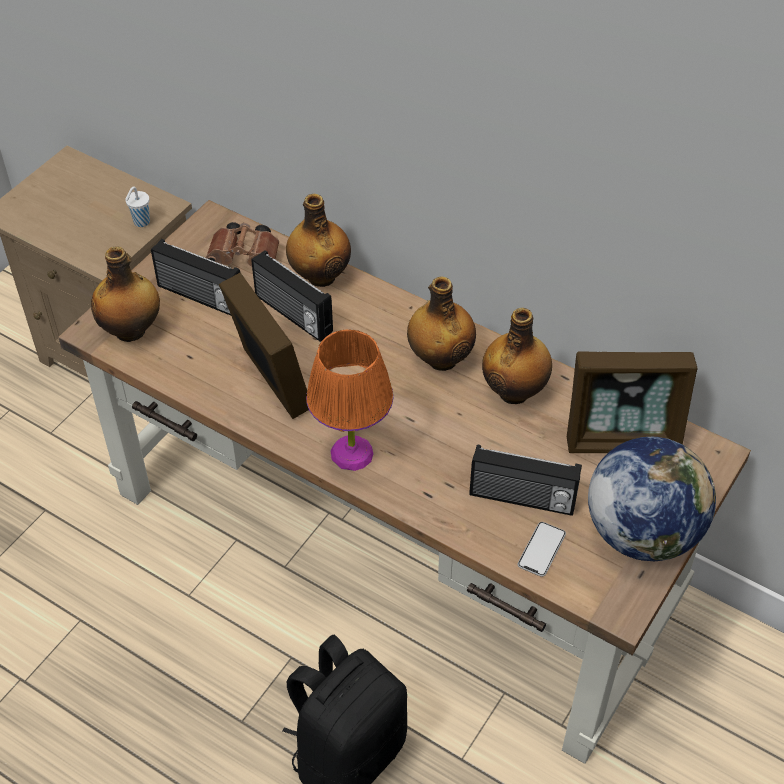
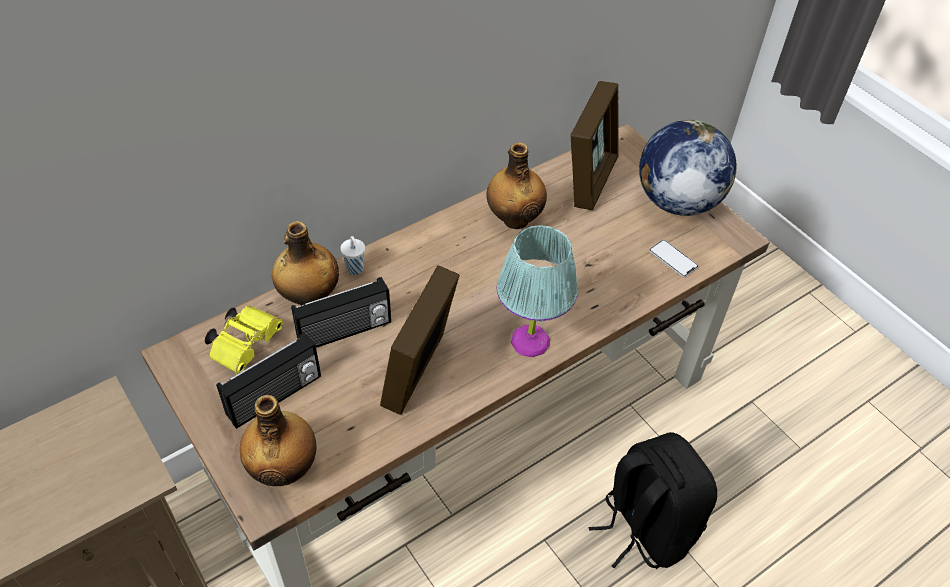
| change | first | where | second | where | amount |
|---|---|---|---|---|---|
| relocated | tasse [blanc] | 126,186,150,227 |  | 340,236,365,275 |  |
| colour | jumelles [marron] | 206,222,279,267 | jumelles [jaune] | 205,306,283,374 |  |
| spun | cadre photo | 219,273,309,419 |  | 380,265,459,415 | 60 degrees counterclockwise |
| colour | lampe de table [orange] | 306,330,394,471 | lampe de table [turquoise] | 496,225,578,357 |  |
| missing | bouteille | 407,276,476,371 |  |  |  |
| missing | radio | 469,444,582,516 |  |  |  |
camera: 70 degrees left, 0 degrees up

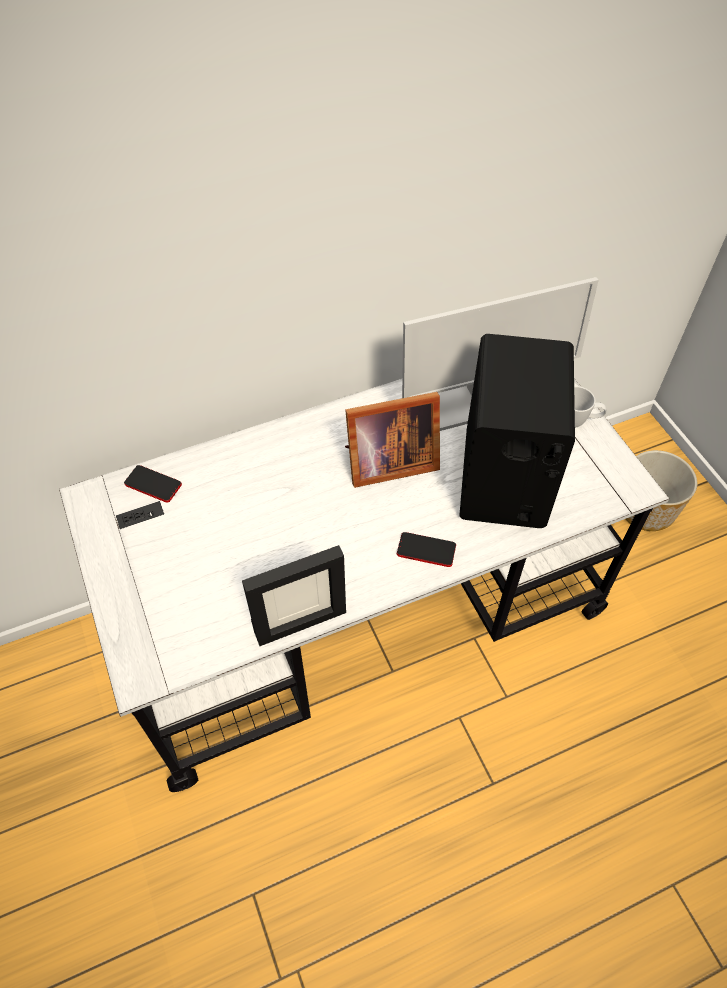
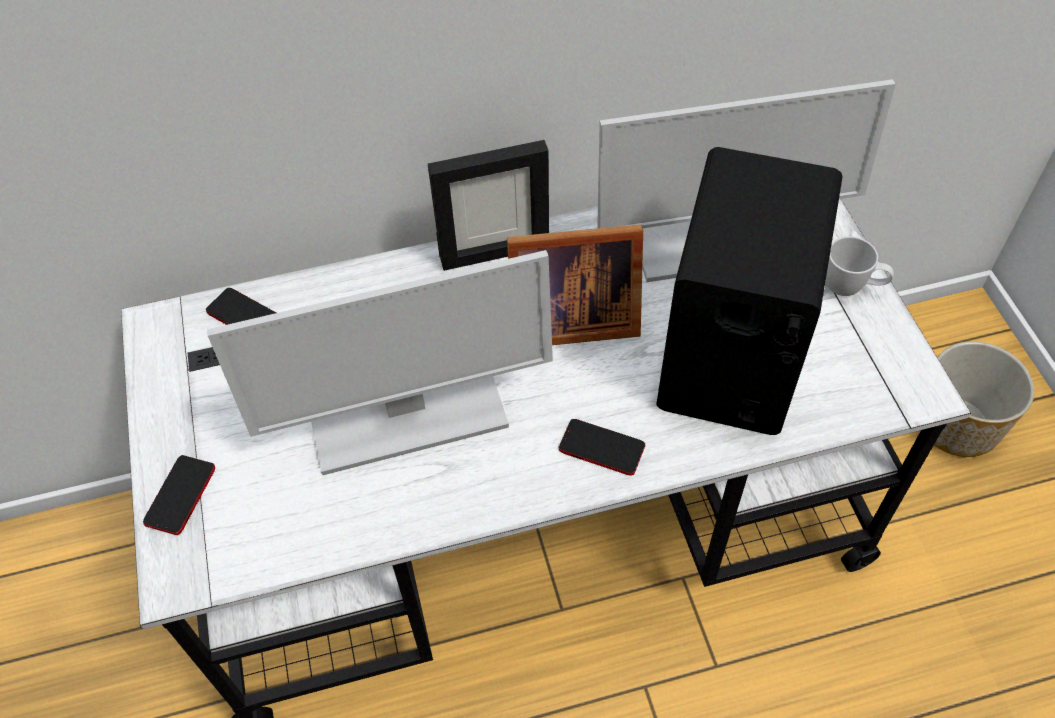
| change | first | where | second | where | amount |
|---|---|---|---|---|---|
| relocated | cadre photo | 242,545,346,646 |  | 428,140,549,271 |  |
| appeared |  |  | téléphone | 143,455,215,535 |  |
| appeared |  |  | écran d'ordinateur | 207,250,553,475 |  |
camera: 10 degrees right, 0 degrees up

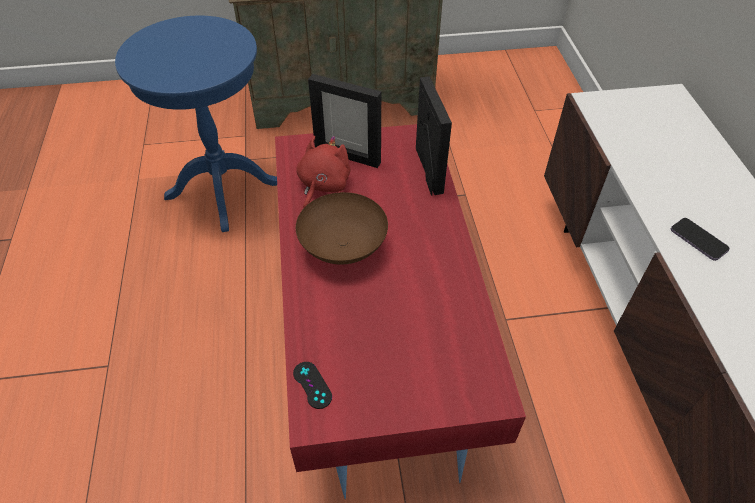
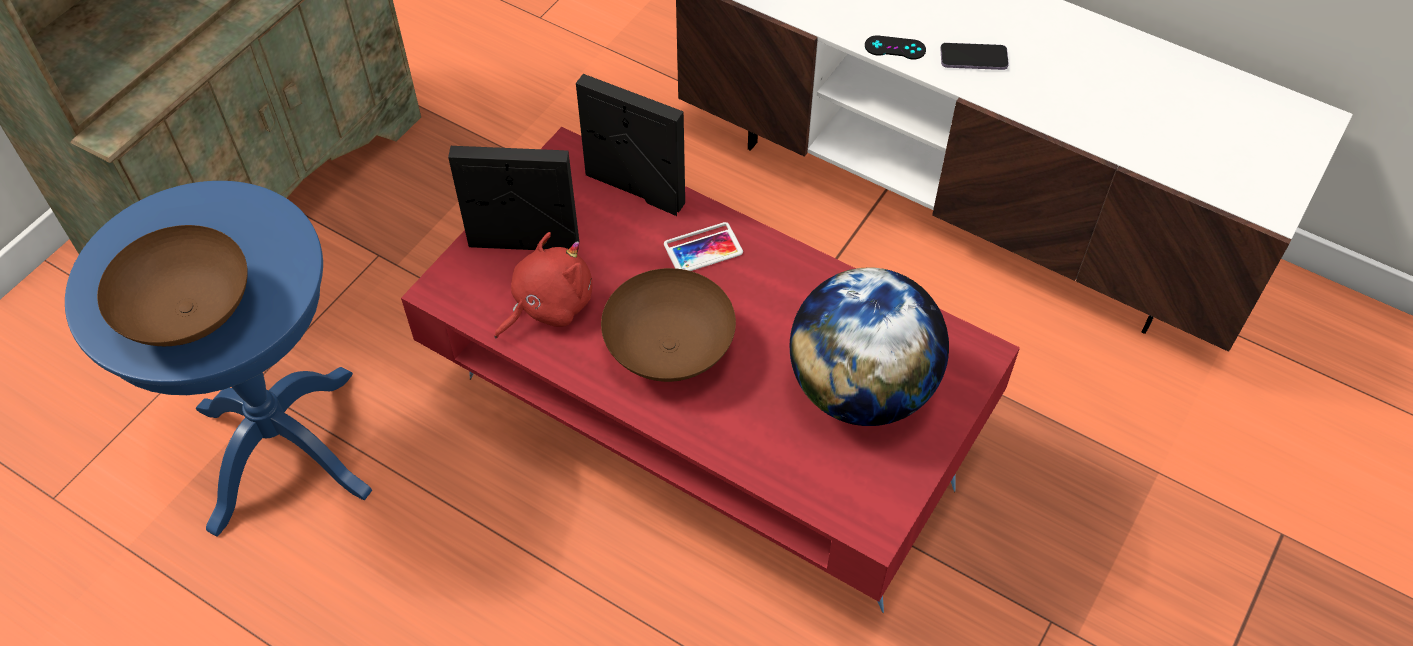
| change | first | where | second | where | amount |
|---|---|---|---|---|---|
| relocated | manette [noir] | 293,362,332,409 |  | 865,36,926,59 |  |
| spun | peluche [rouge] | 296,136,351,208 |  | 494,232,592,338 | 75 degrees clockwise |
| spun | cadre photo | 308,74,381,168 |  | 448,146,579,250 | 150 degrees counterclockwise |
| appeared |  |  | bol [marron] | 97,225,248,346 |  |
| appeared |  |  | téléphone | 664,222,743,271 |  |
| appeared |  |  | globe | 790,267,949,426 |  |
camera: 50 degrees left, 5 degrees up

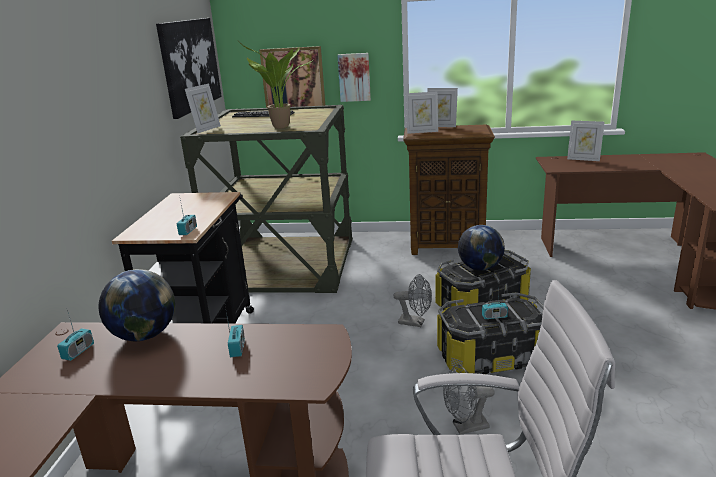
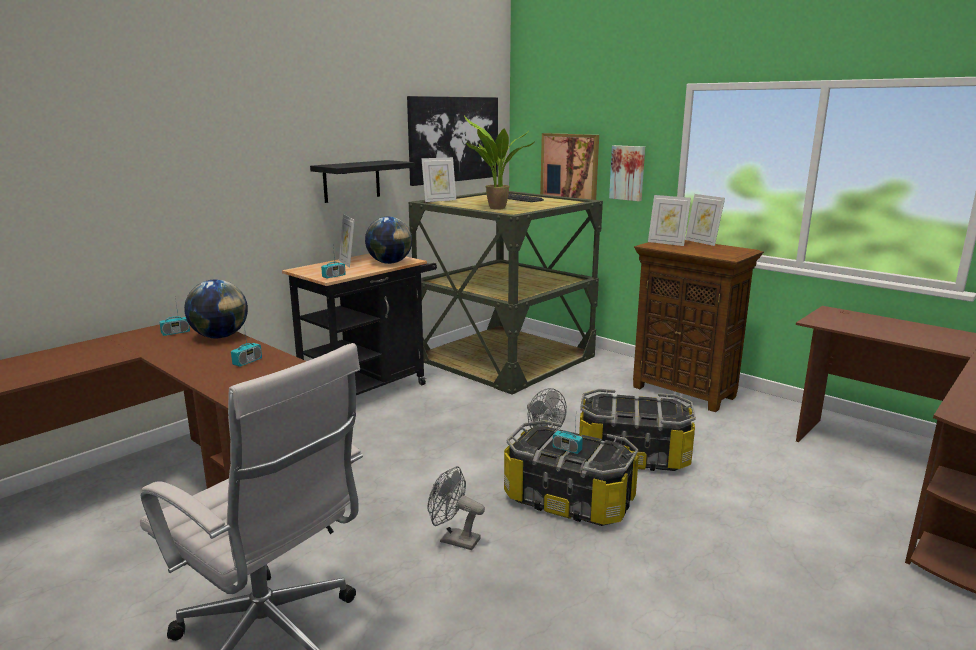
| change | first | where | second | where | amount |
|---|---|---|---|---|---|
| relocated | globe | 458,225,505,271 |  | 365,217,412,264 |  |
| relocated | cadre photo | 567,121,605,161 |  | 339,214,355,268 |  |
| appeared |  |  | étagère [noir] | 310,160,415,203 |  |
camera: 35 degrees right, 5 degrees down

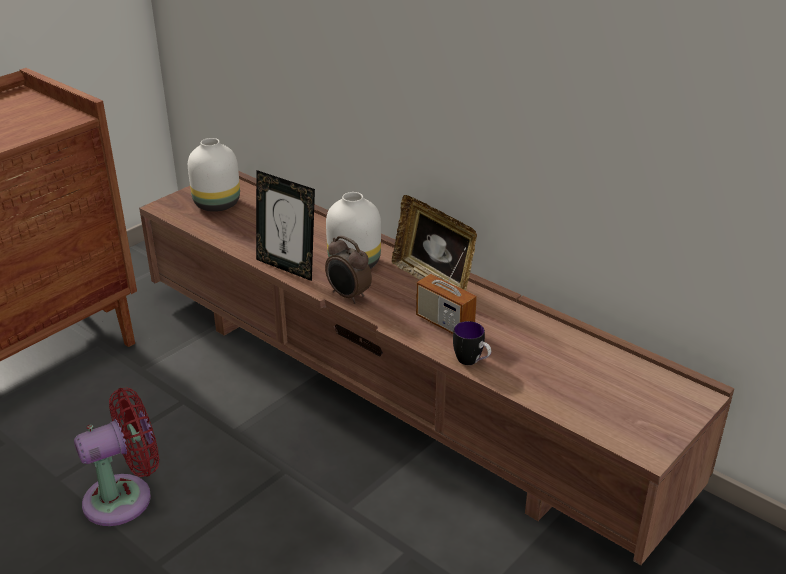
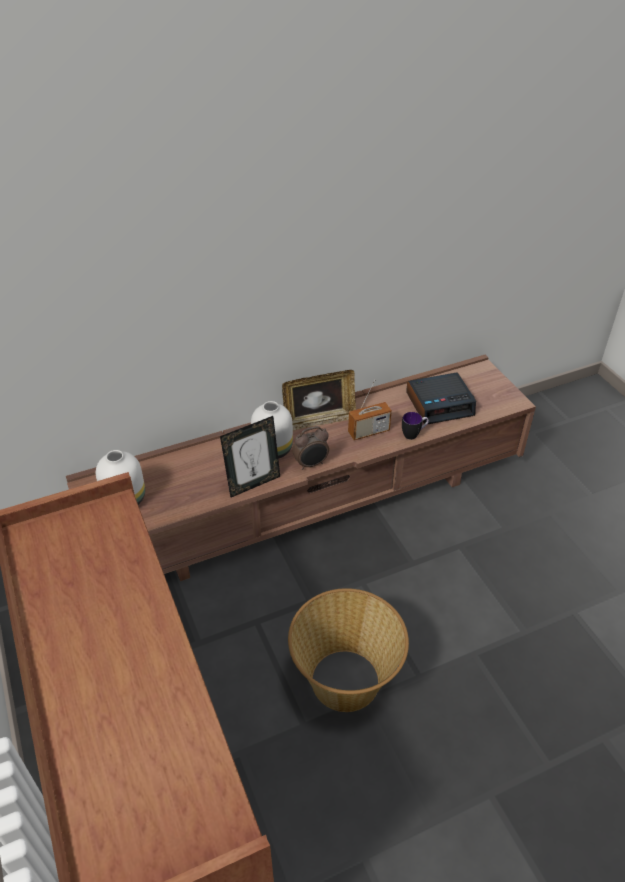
| change | first | where | second | where | amount |
|---|---|---|---|---|---|
| exchanged | ventilateur [rouge] | 74,387,159,526 | panier | 288,588,409,712 |  |
| appeared |  |  | réveil | 406,373,476,425 |  |
camera: 65 degrees left, 10 degrees up

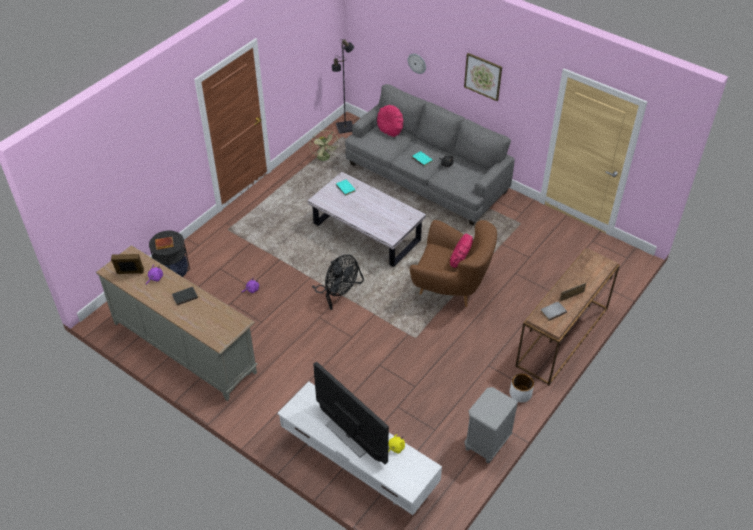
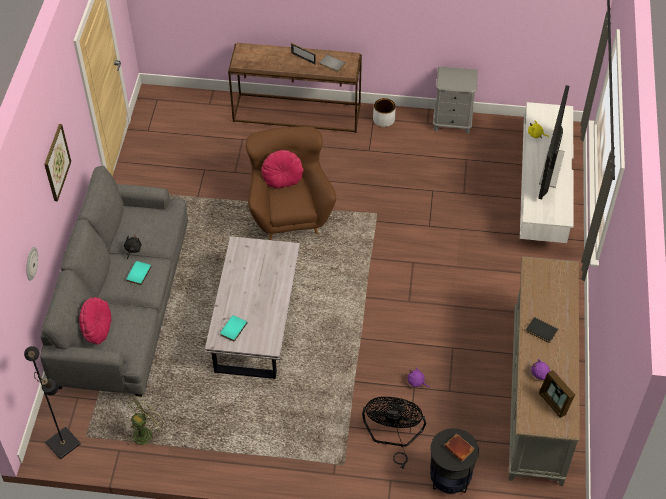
| change | first | where | second | where | amount |
|---|---|---|---|---|---|
| relocated | ventilateur [noir] | 312,255,364,310 |  | 362,397,426,469 |  |
camera: 120 degrees left, 5 degrees up

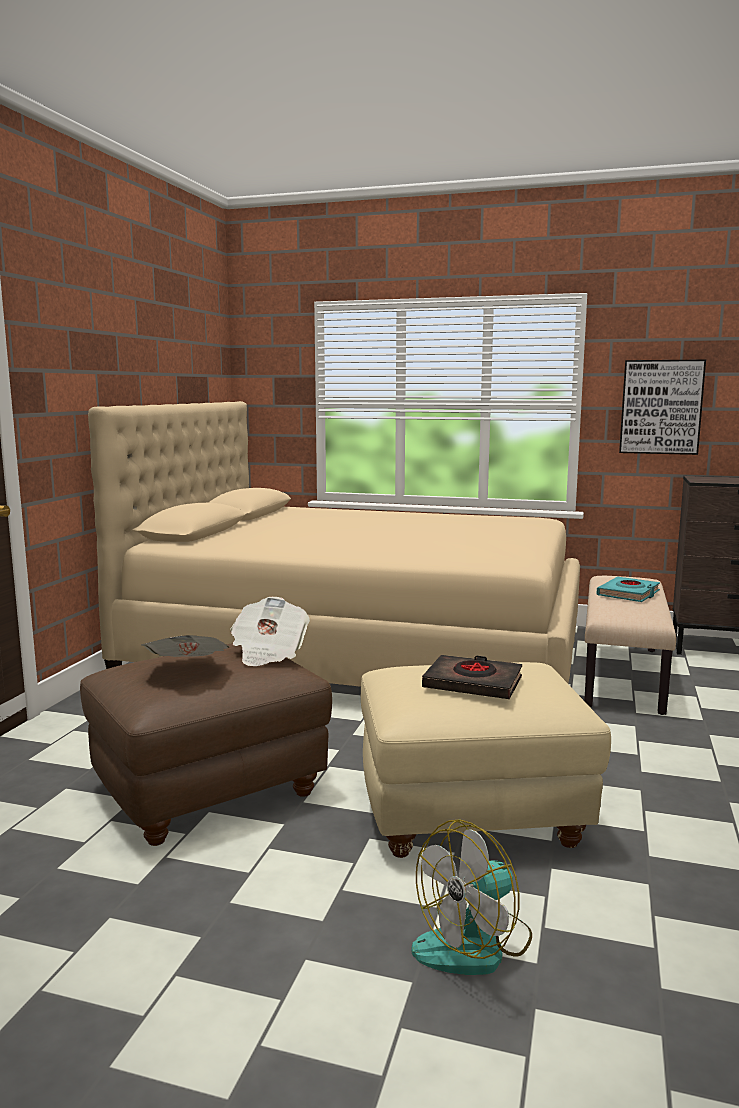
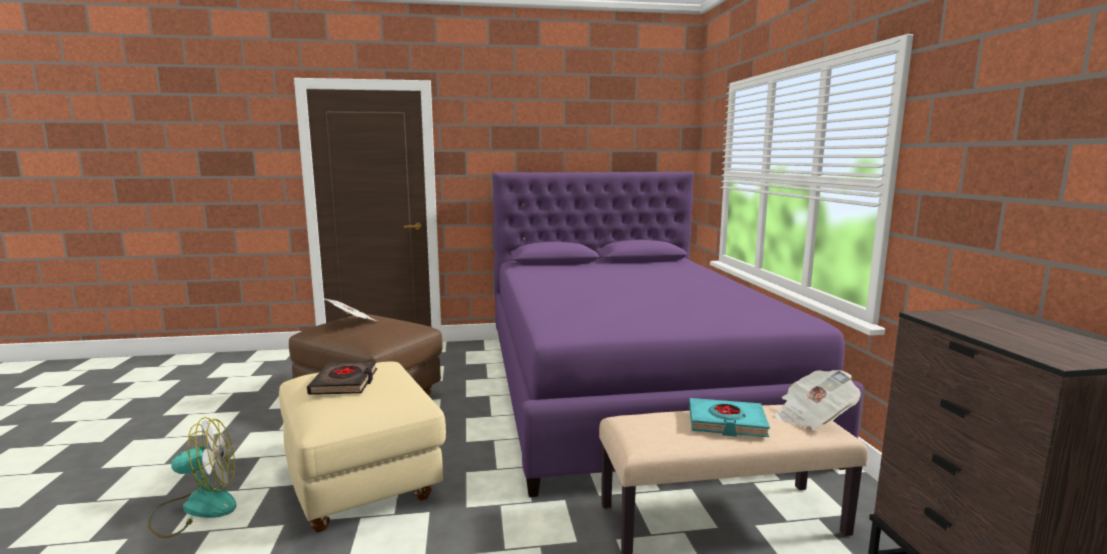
| change | first | where | second | where | amount |
|---|---|---|---|---|---|
| colour | lit [beige] | 88,401,580,687 | lit [violet] | 493,171,864,497 |  |
| relocated | journal | 230,597,310,666 |  | 774,370,861,429 |  |
| spun | ventilateur | 411,819,532,975 |  | 148,417,236,538 | 135 degrees clockwise |
| missing | tableau | 619,359,706,455 |  |  |  |
camera: 65 degrees right, 0 degrees up

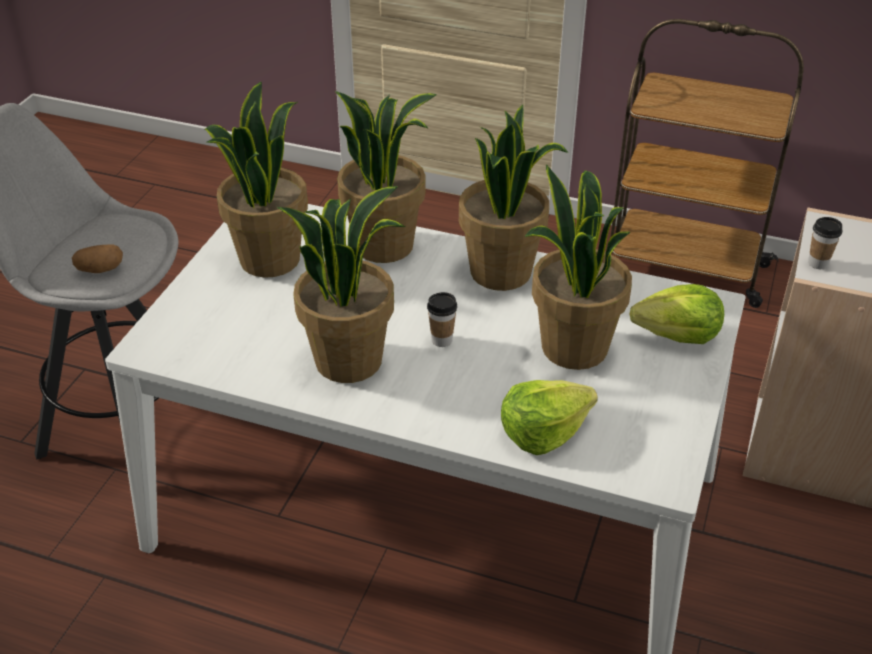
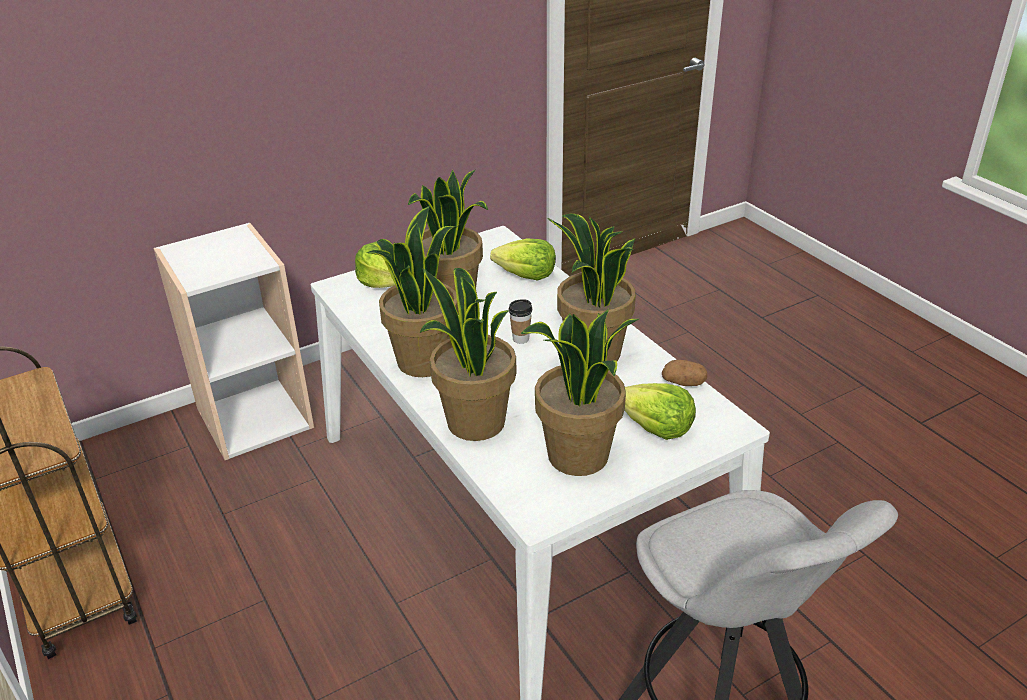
| change | first | where | second | where | amount |
|---|---|---|---|---|---|
| relocated | pomme de terre | 72,245,123,273 |  | 662,360,707,386 |  |
| missing | tasse | 808,217,842,269 |  |  |  |
| appeared |  |  | laitue | 625,383,696,440 |  |
camera: 140 degrees left, 5 degrees down

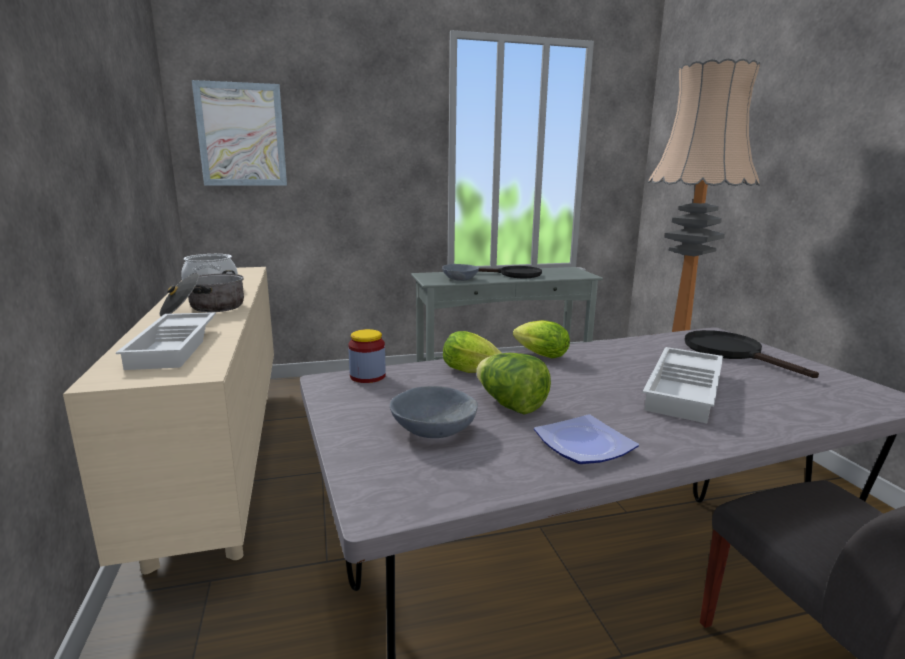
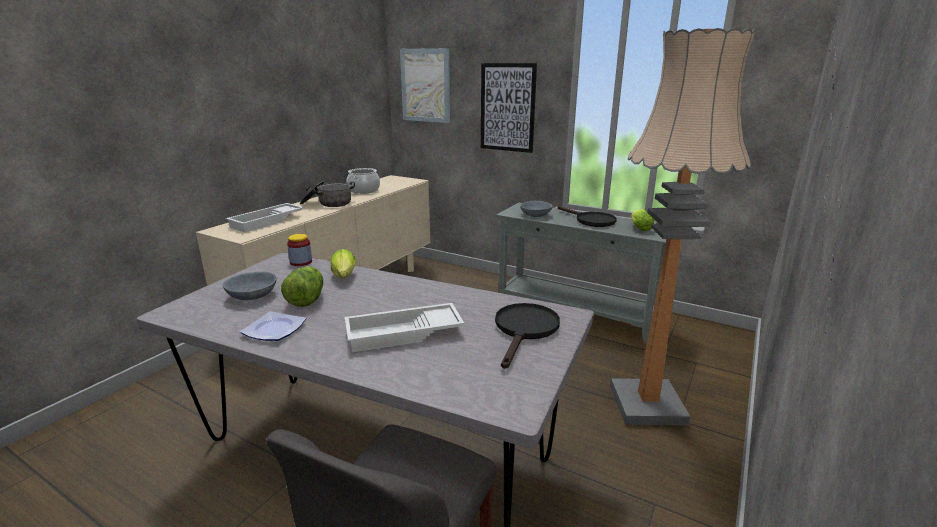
| change | first | where | second | where | amount |
|---|---|---|---|---|---|
| relocated | laitue | 513,320,570,358 |  | 631,209,654,231 |  |
| appeared |  |  | tableau | 481,63,537,153 |  |
camera: 45 degrees right, 5 degrees up

